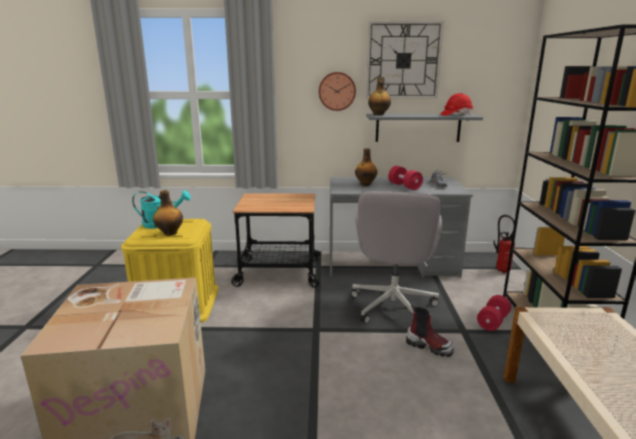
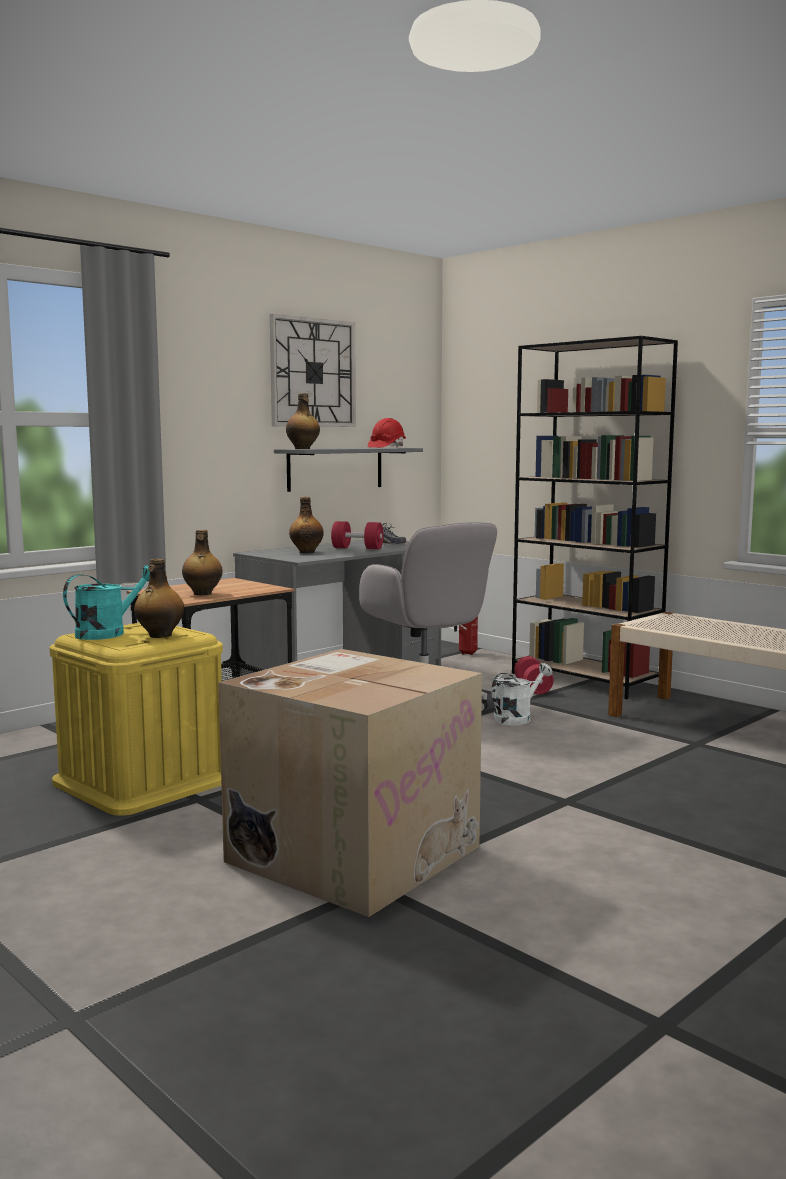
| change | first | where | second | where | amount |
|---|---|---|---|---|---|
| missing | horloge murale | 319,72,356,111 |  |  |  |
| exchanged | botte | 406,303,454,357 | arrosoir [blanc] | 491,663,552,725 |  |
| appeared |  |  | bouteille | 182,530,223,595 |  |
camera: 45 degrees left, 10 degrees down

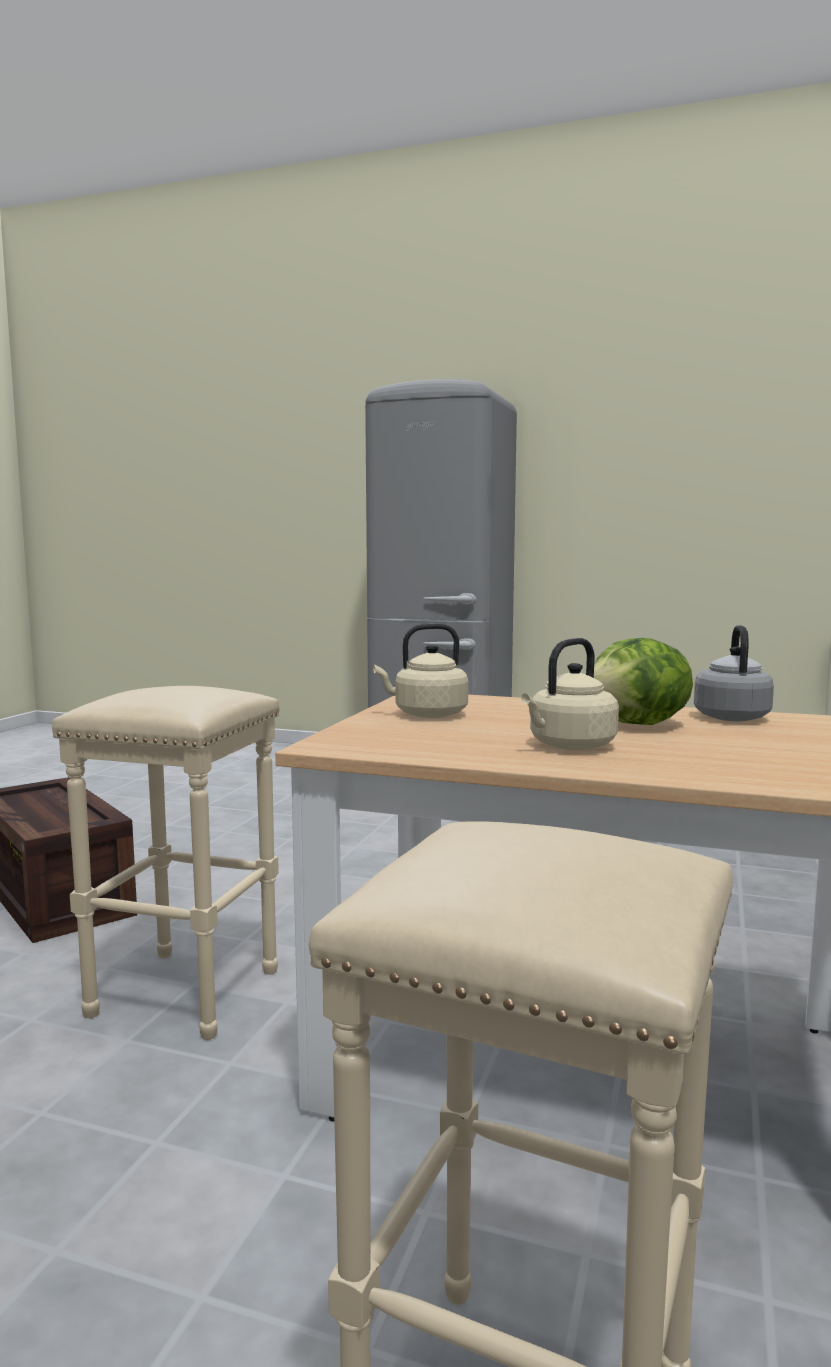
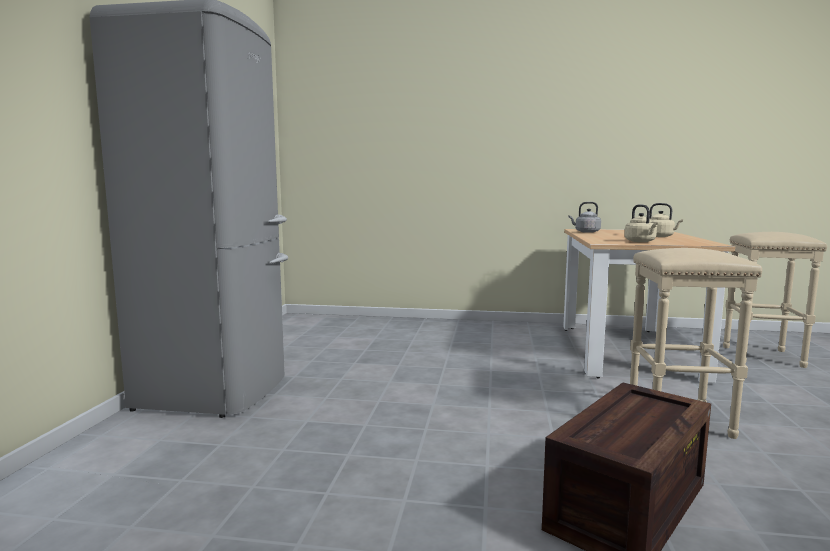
| change | first | where | second | where | amount |
|---|---|---|---|---|---|
| missing | laitue | 594,638,693,725 |  |  |  |
camera: 100 degrees left, 0 degrees up

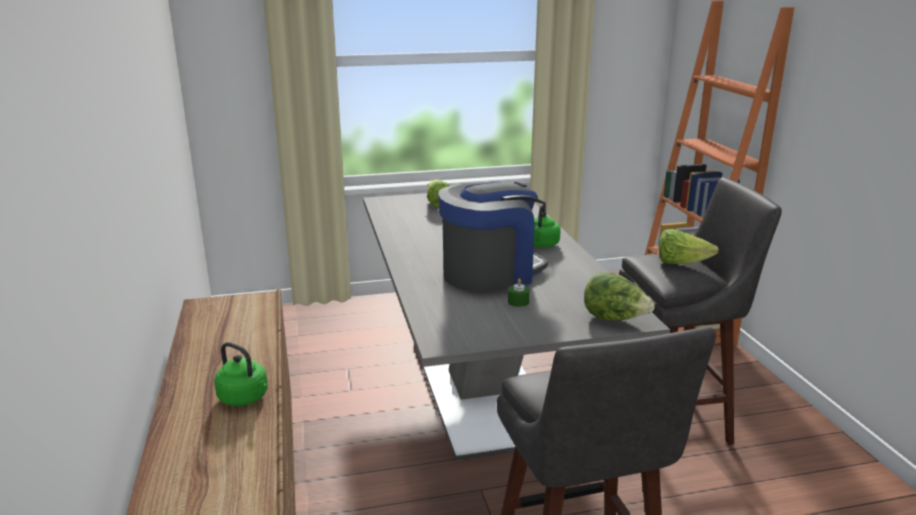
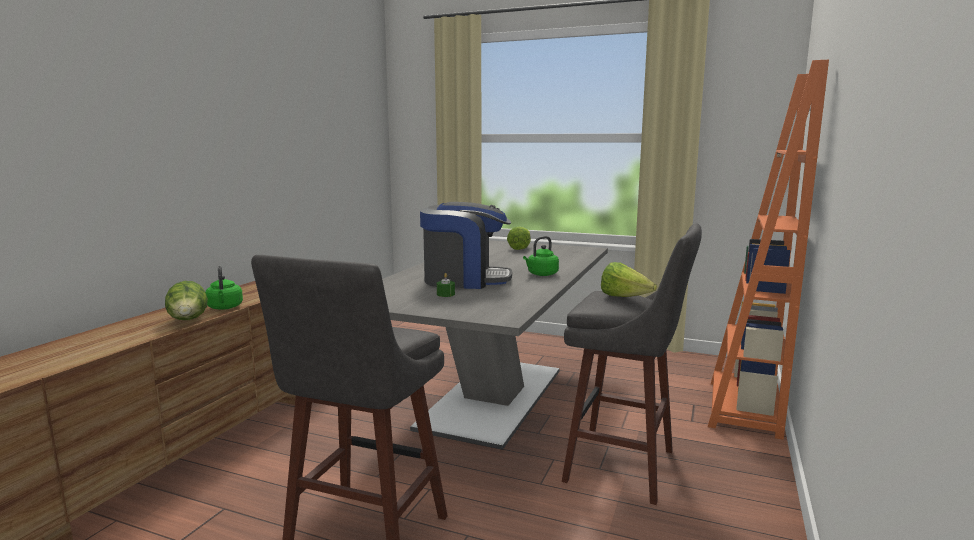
| change | first | where | second | where | amount |
|---|---|---|---|---|---|
| relocated | laitue | 584,272,655,321 |  | 165,281,208,320 |  |
camera: 35 degrees right, 10 degrees down

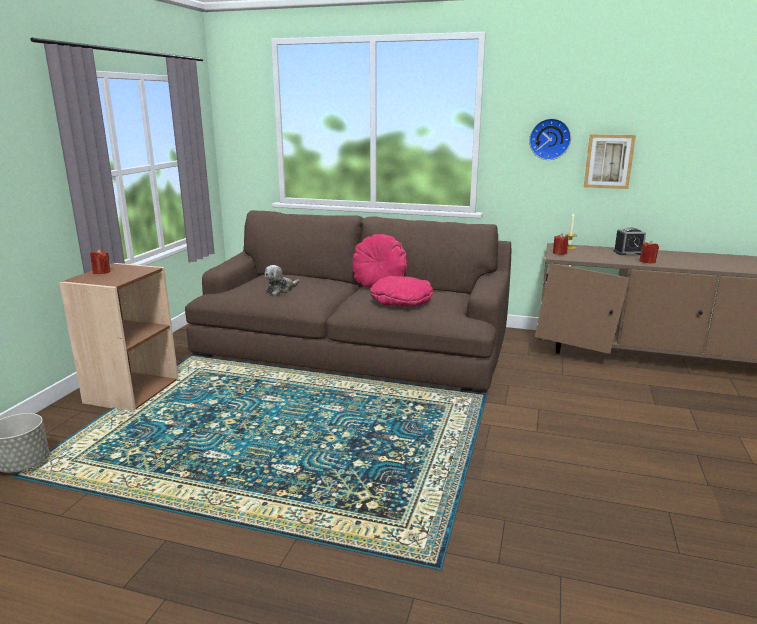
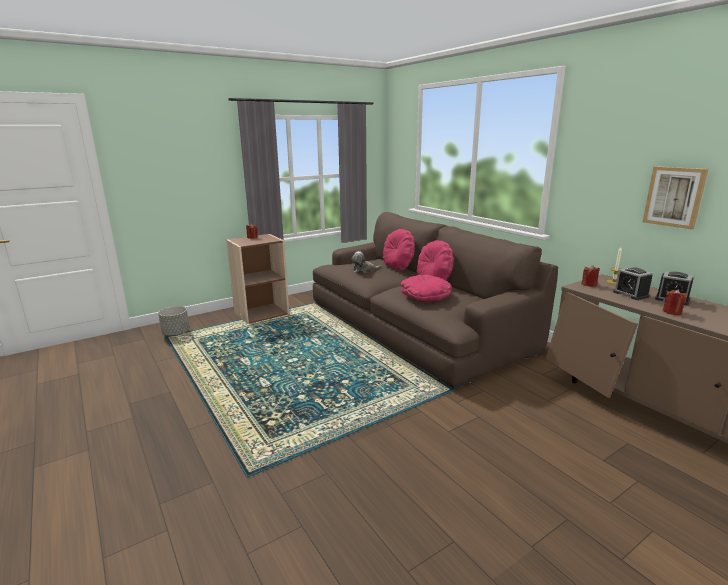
| change | first | where | second | where | amount |
|---|---|---|---|---|---|
| missing | horloge murale | 529,118,571,160 |  |  |  |
| appeared |  |  | coussin [rose] | 383,229,415,270 |  |
| appeared |  |  | réveil | 613,267,653,300 |  |
camera: 40 degrees right, 0 degrees up

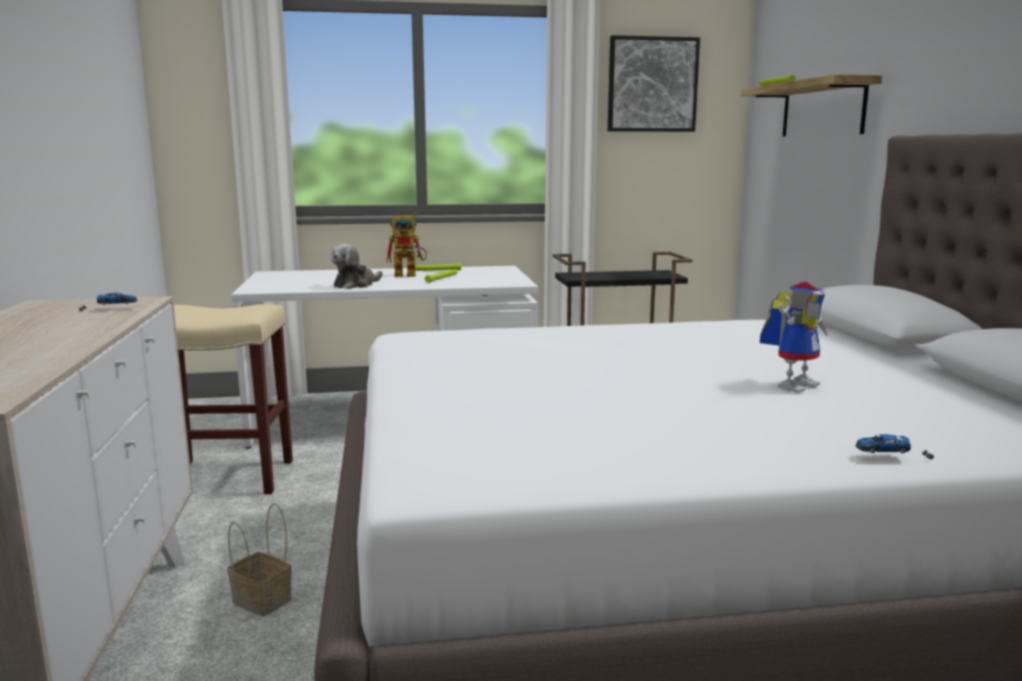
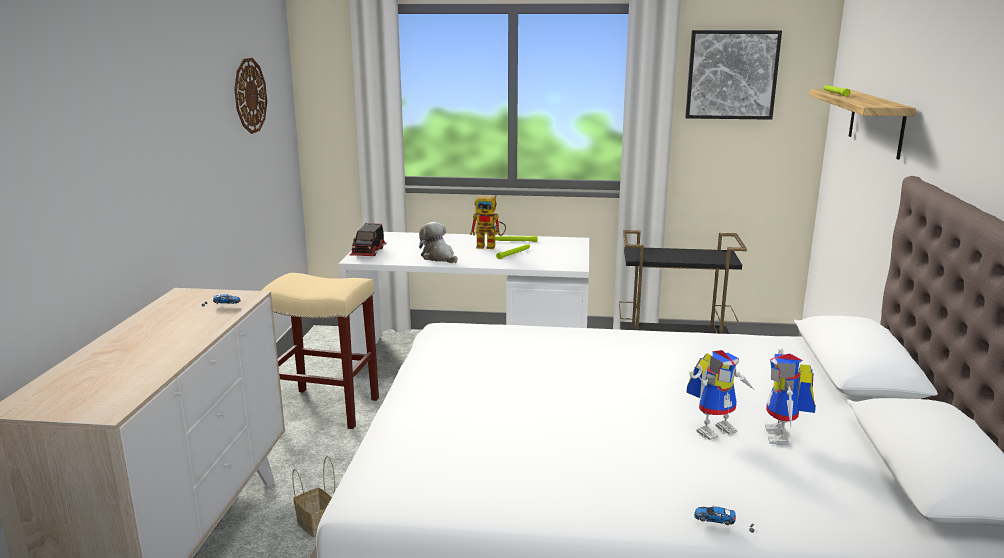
| change | first | where | second | where | amount |
|---|---|---|---|---|---|
| spun | peluche | 331,244,383,289 |  | 419,222,458,263 | 90 degrees clockwise |
| appeared |  |  | horloge murale | 234,58,267,134 |  |
| appeared |  |  | camion jouet | 350,223,387,256 |  |
| appeared |  |  | robot jouet | 765,349,816,445 |  |
camera: 15 degrees right, 5 degrees up

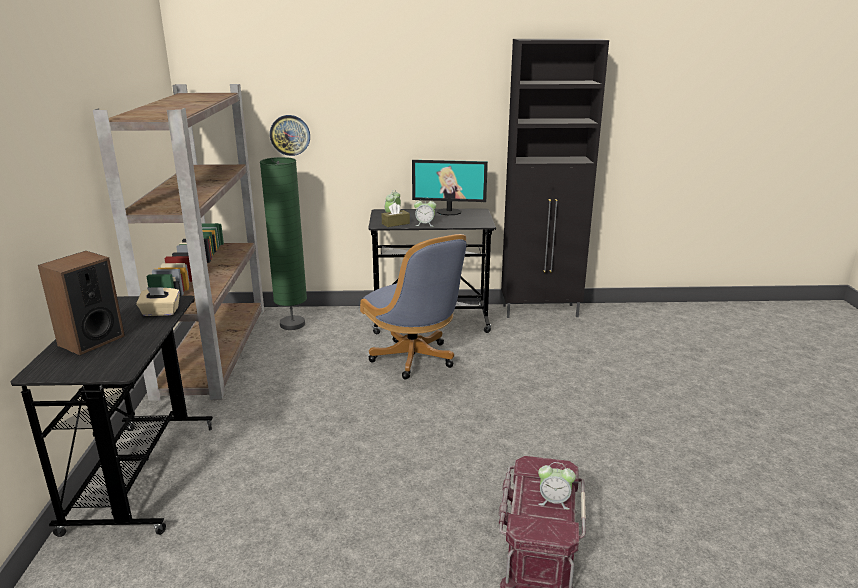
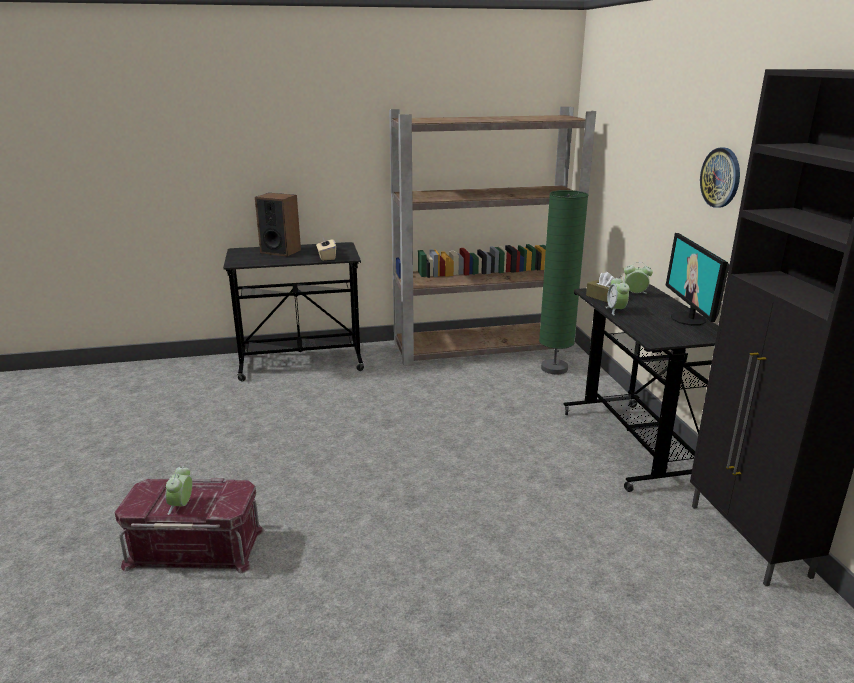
| change | first | where | second | where | amount |
|---|---|---|---|---|---|
| relocated | horloge murale | 270,115,310,156 |  | 700,147,740,208 |  |
| missing | chaise de bureau [bleu] | 360,234,466,379 |  |  |  |
camera: 80 degrees right, 0 degrees up

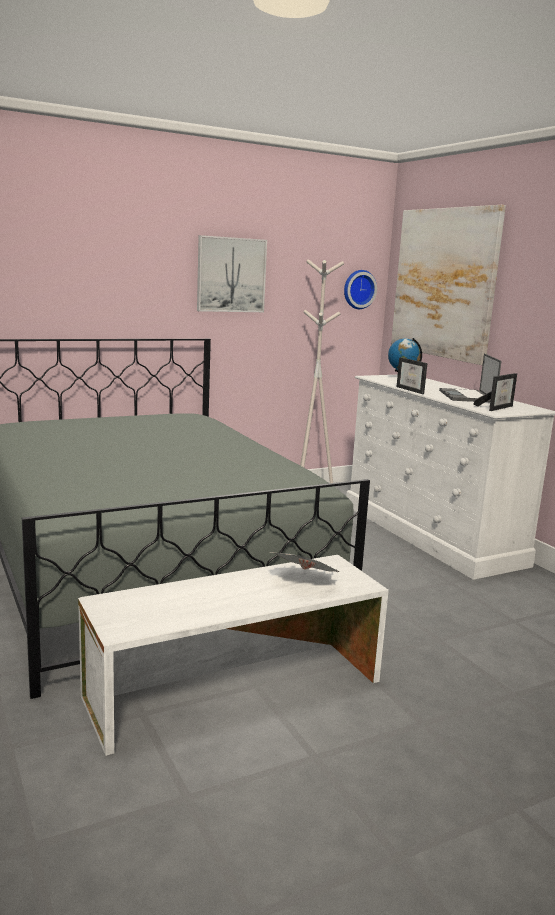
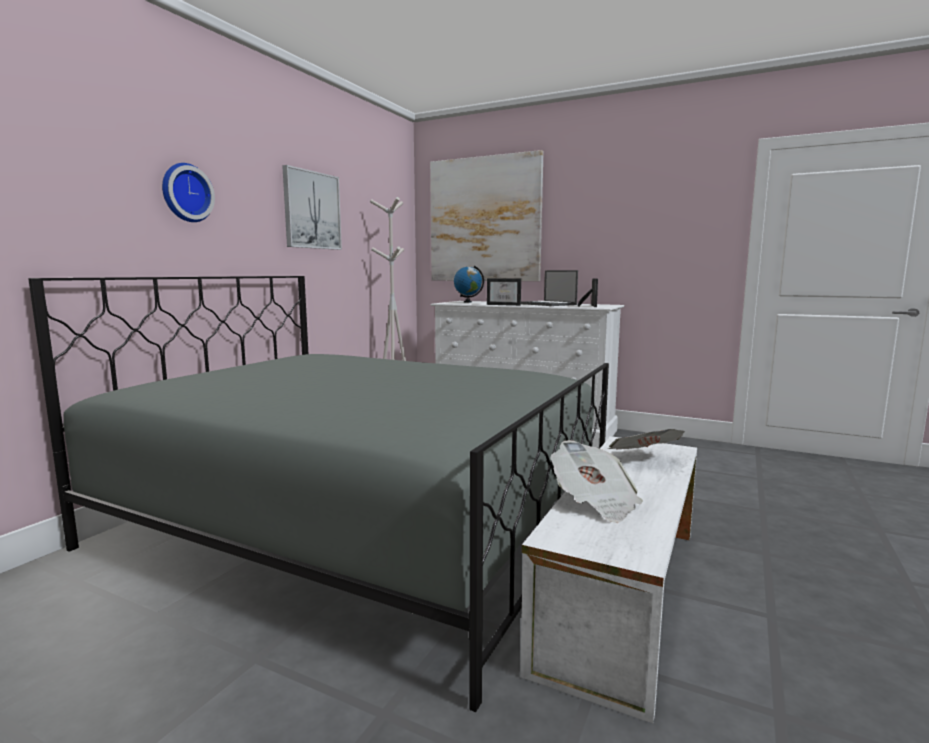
| change | first | where | second | where | amount |
|---|---|---|---|---|---|
| relocated | horloge murale | 344,270,377,309 |  | 162,163,215,222 |  |
| appeared |  |  | journal | 550,440,643,523 |  |
camera: 35 degrees left, 5 degrees down

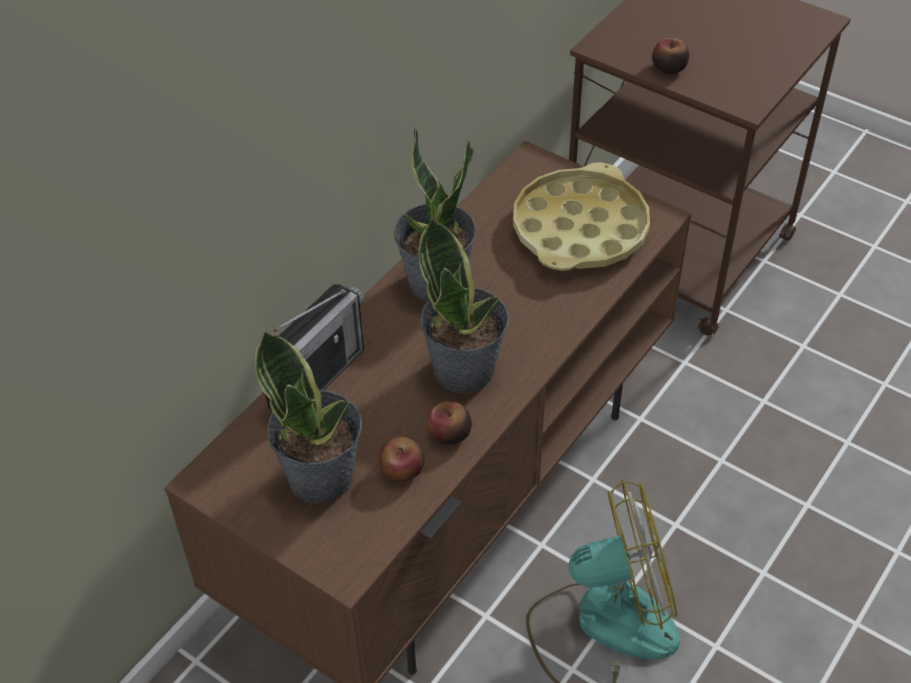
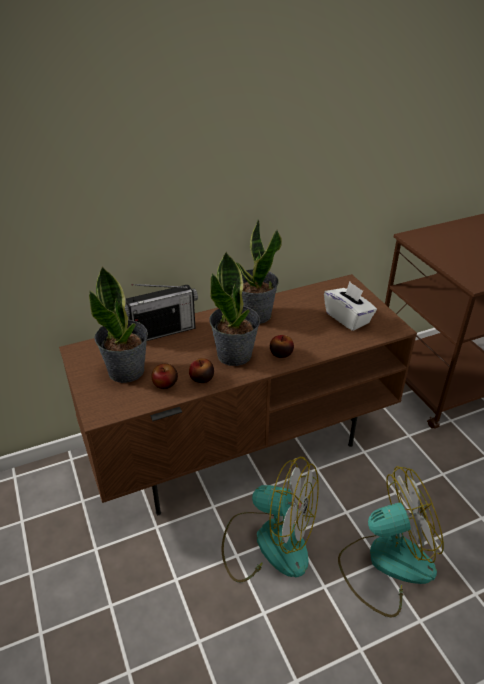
| change | first | where | second | where | amount |
|---|---|---|---|---|---|
| exchanged | plateau [jaune] | 513,162,650,271 | boîte à mouchoirs [blanc] | 324,281,377,331 |  |
| relocated | pomme | 652,38,689,74 |  | 270,335,294,358 |  |
| appeared |  |  | ventilateur | 338,466,444,618 |  |
camera: 30 degrees right, 10 degrees down

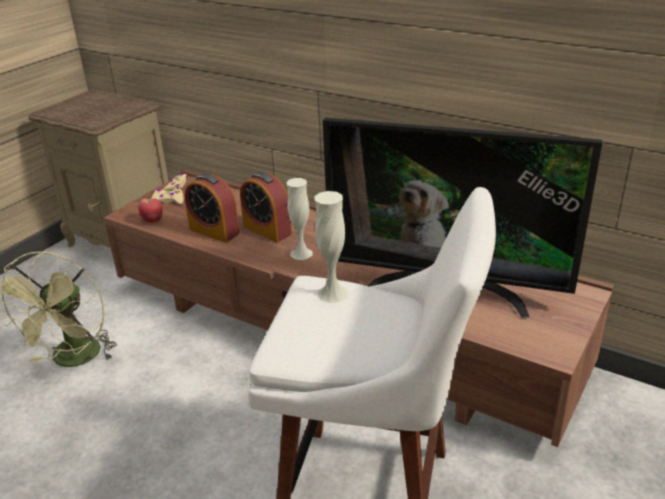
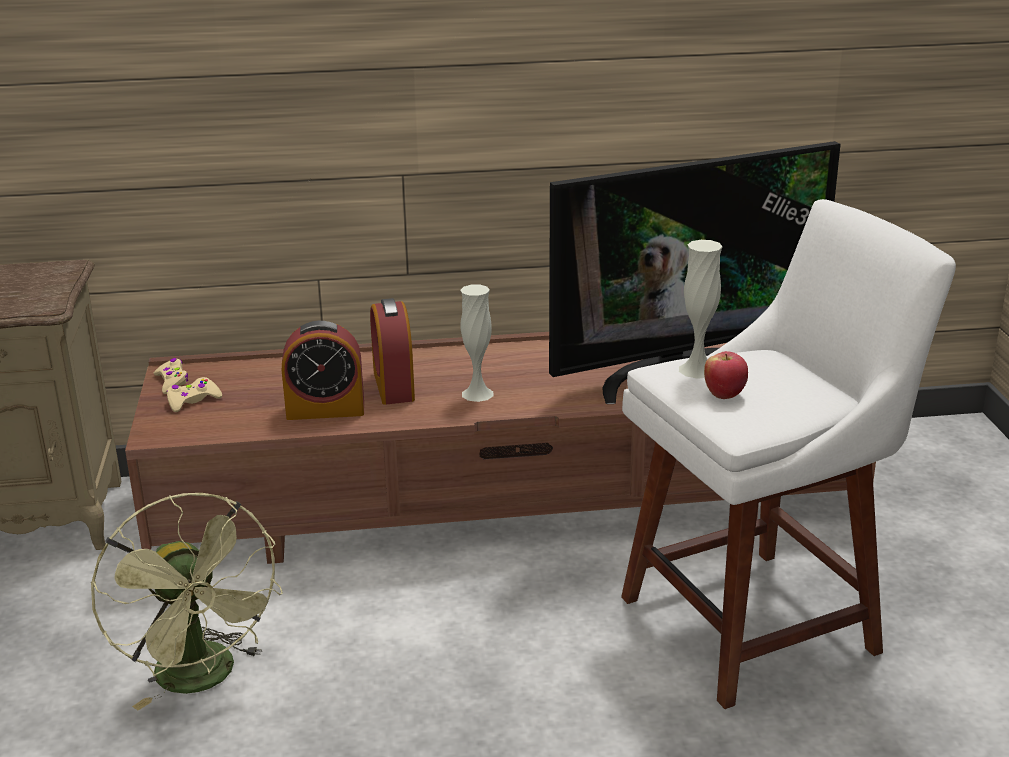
| change | first | where | second | where | amount |
|---|---|---|---|---|---|
| relocated | pomme | 138,198,163,223 |  | 704,351,748,399 |  |
| spun | réveil | 240,172,292,242 |  | 370,298,415,405 | 75 degrees clockwise |
camera: 40 degrees left, 5 degrees down

